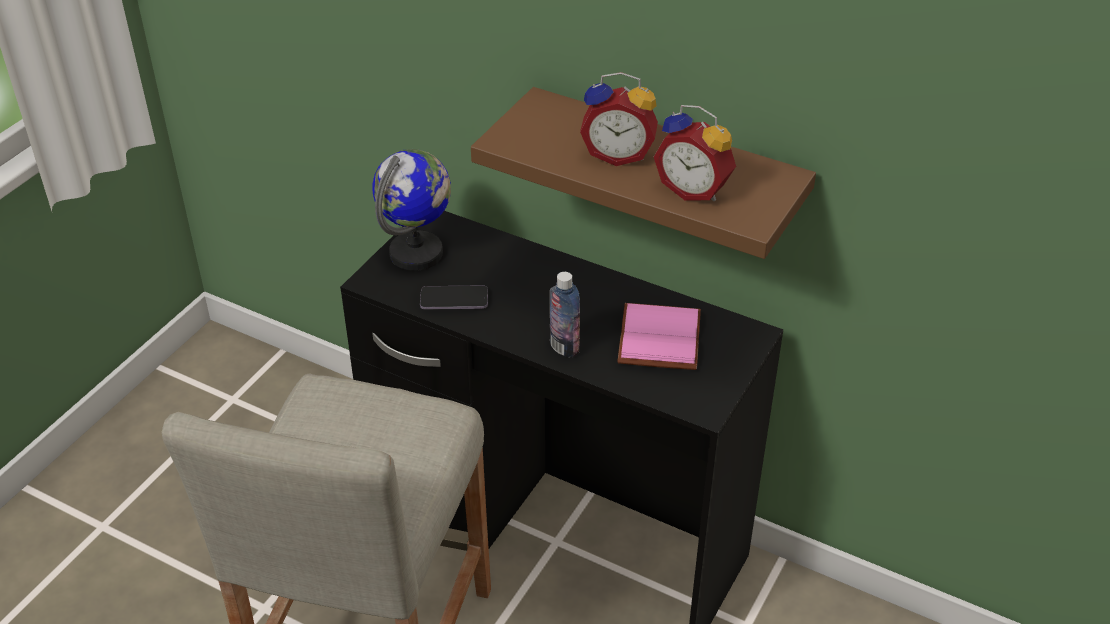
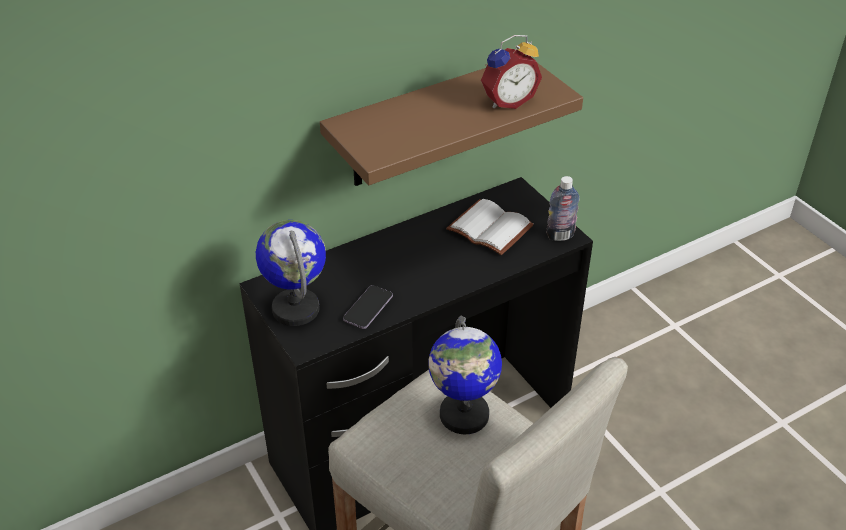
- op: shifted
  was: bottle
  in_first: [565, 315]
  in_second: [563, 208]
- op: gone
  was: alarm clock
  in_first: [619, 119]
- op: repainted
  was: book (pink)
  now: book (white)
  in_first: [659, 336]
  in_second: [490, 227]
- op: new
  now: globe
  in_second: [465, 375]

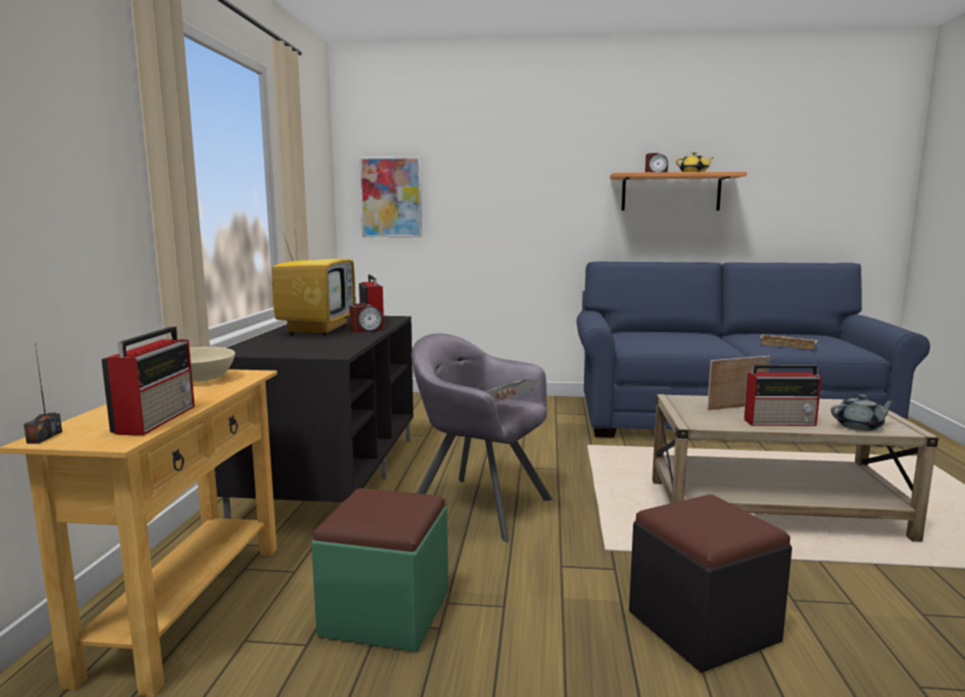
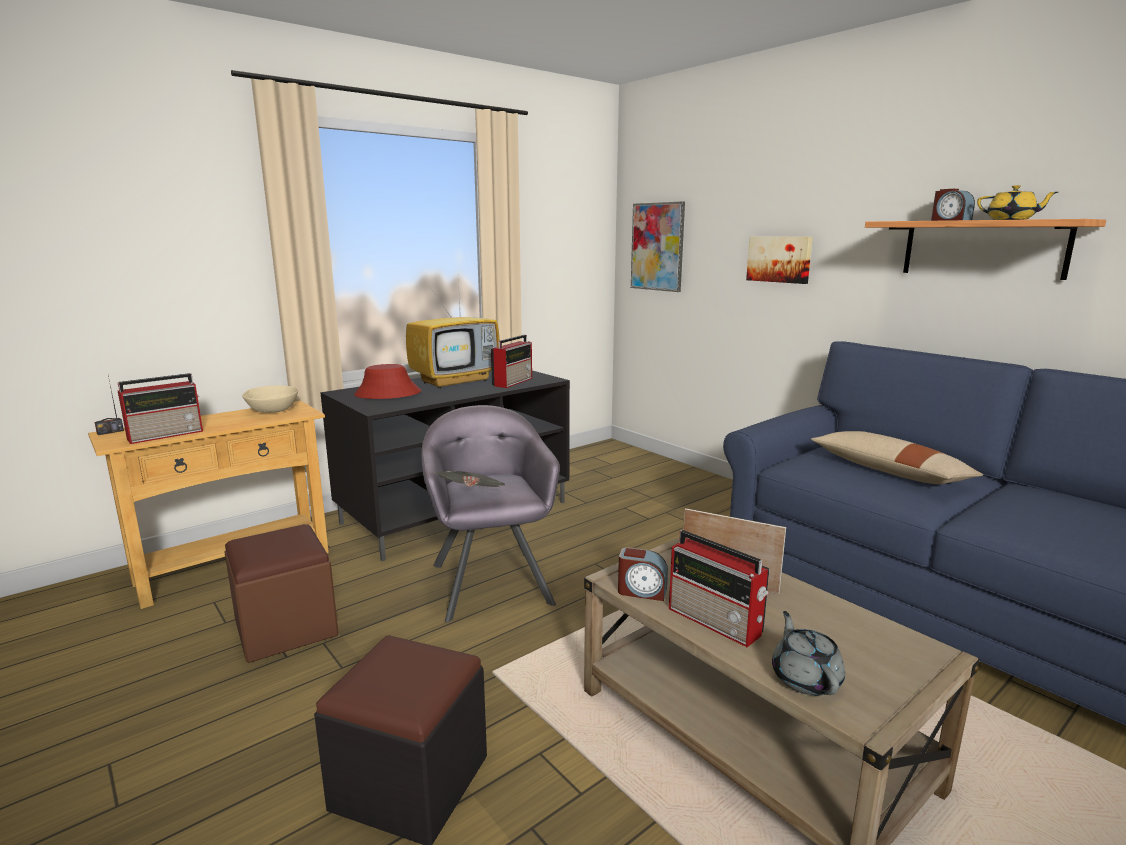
- op: repainted
  was: ottoman (green)
  now: ottoman (brown)
  in_first: [379, 570]
  in_second: [282, 593]
- op: shifted
  was: alarm clock
  in_first: [366, 318]
  in_second: [643, 574]
- op: gone
  was: tray (beige)
  in_first: [788, 341]
- op: rotated
  was: teapot (grey)
  in_first: [863, 412]
  in_second: [808, 653]
  clockwise: -135
- op: new
  now: hat (red)
  in_second: [387, 381]
- op: new
  now: picture
  in_second: [779, 260]
- op: new
  now: pillow (beige)
  in_second: [897, 457]

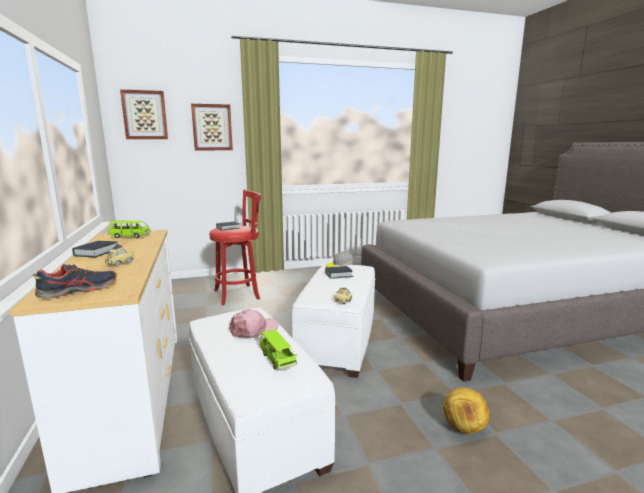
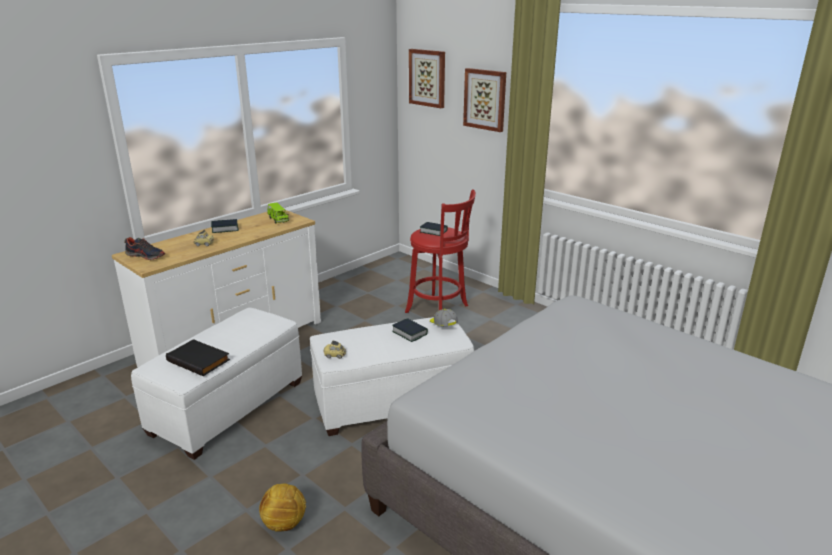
- op: gone
  was: cap (pink)
  in_first: [253, 323]
- op: swapped
  was: toy car (green)
  now: book (black)
  in_first: [278, 349]
  in_second: [198, 357]

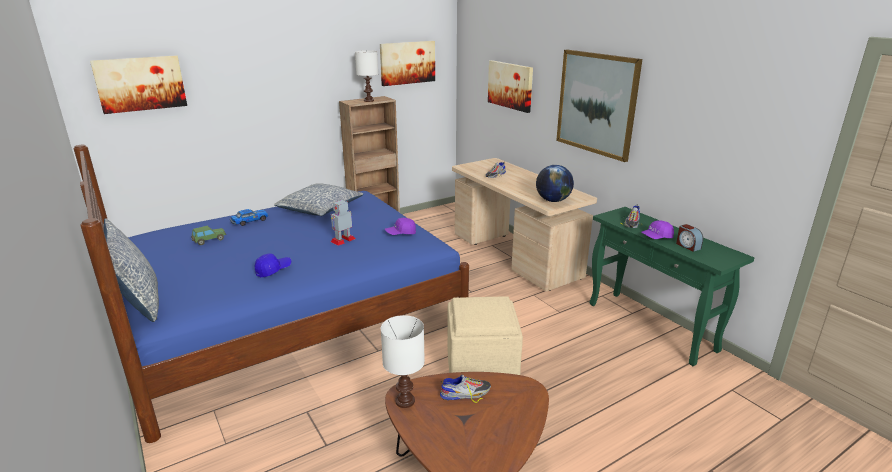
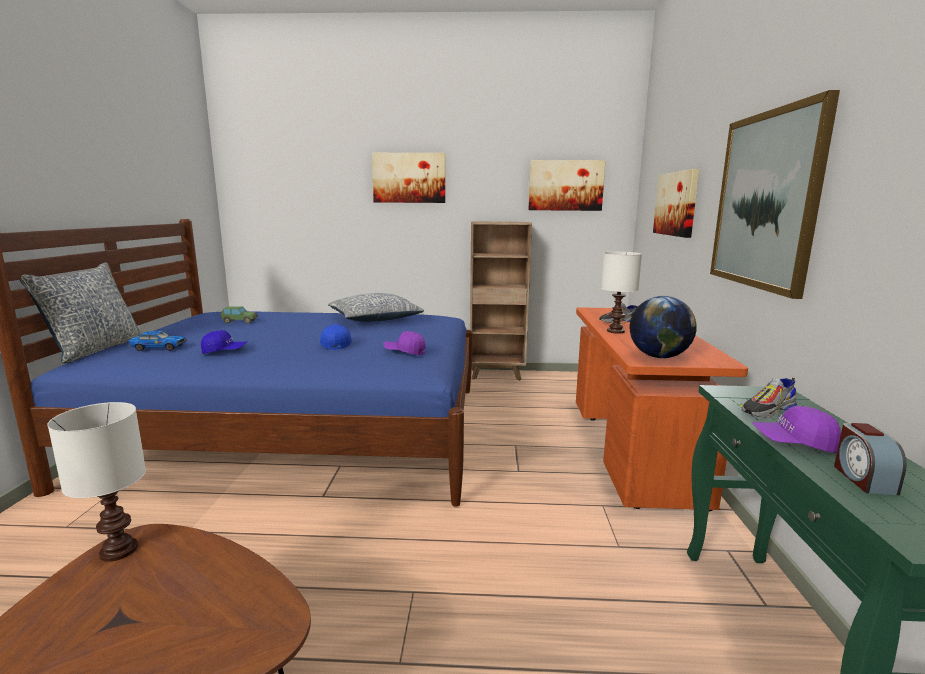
- op: shifted
  was: picture
  in_first: [138, 84]
  in_second: [408, 178]
- op: shifted
  was: toy car
  in_first: [249, 217]
  in_second: [157, 341]
- op: swapped
  was: toy robot
  now: cap (blue)
  in_first: [343, 223]
  in_second: [336, 337]
- op: shifted
  was: table lamp (white)
  in_first: [366, 76]
  in_second: [621, 293]
- op: gone
  was: shoe
  in_first: [465, 388]
- op: gone
  was: ottoman (beige)
  in_first: [485, 335]
- op: repainted
  was: desk (beige)
  now: desk (orange)
  in_first: [524, 224]
  in_second: [662, 409]

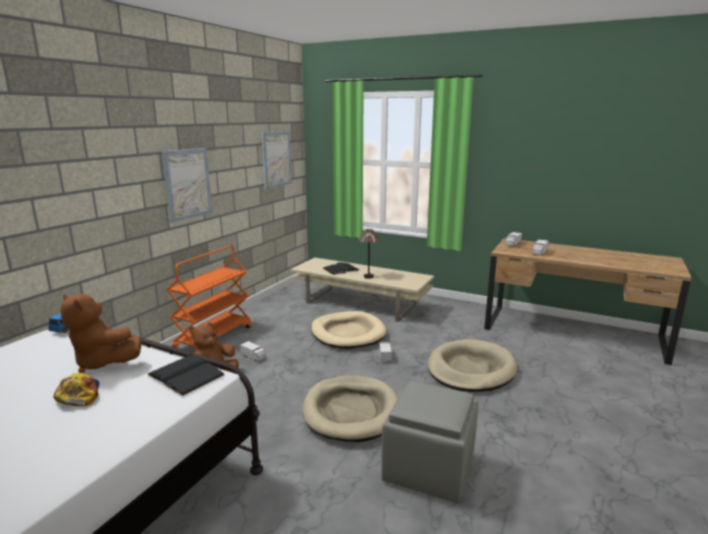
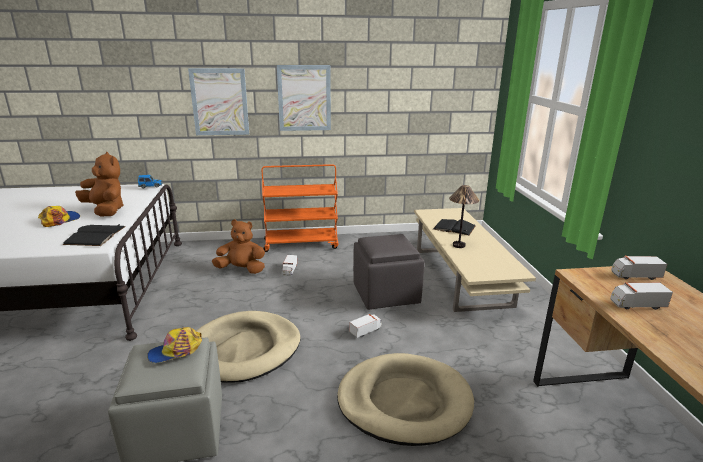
- op: rotated
  was: plush toy (brown)
  in_first: [100, 333]
  in_second: [99, 184]
  clockwise: 135
- op: shifted
  was: picture
  in_first: [276, 160]
  in_second: [218, 101]
- op: swapped
  was: dog bed (beige)
  now: ottoman (grey)
  in_first: [349, 330]
  in_second: [389, 272]
- op: new
  now: cap
  in_second: [174, 345]

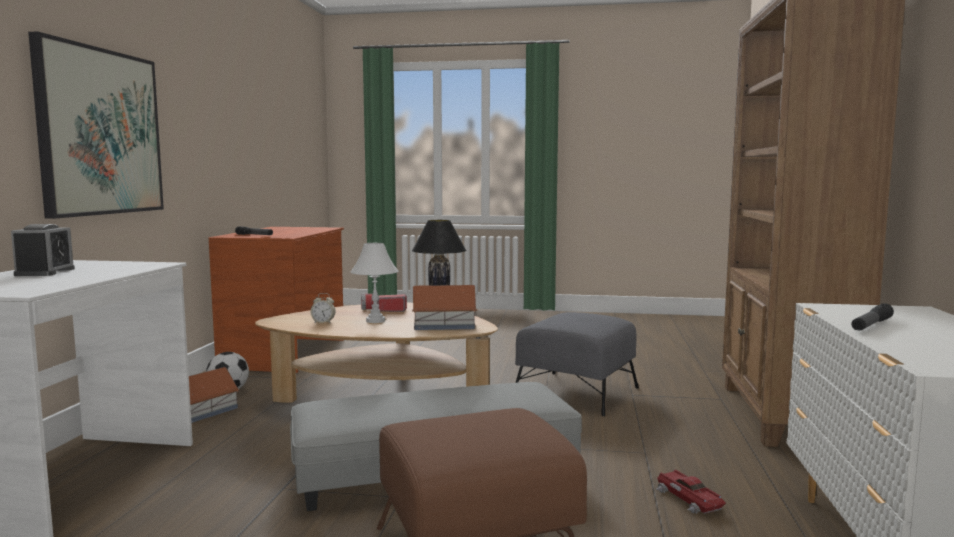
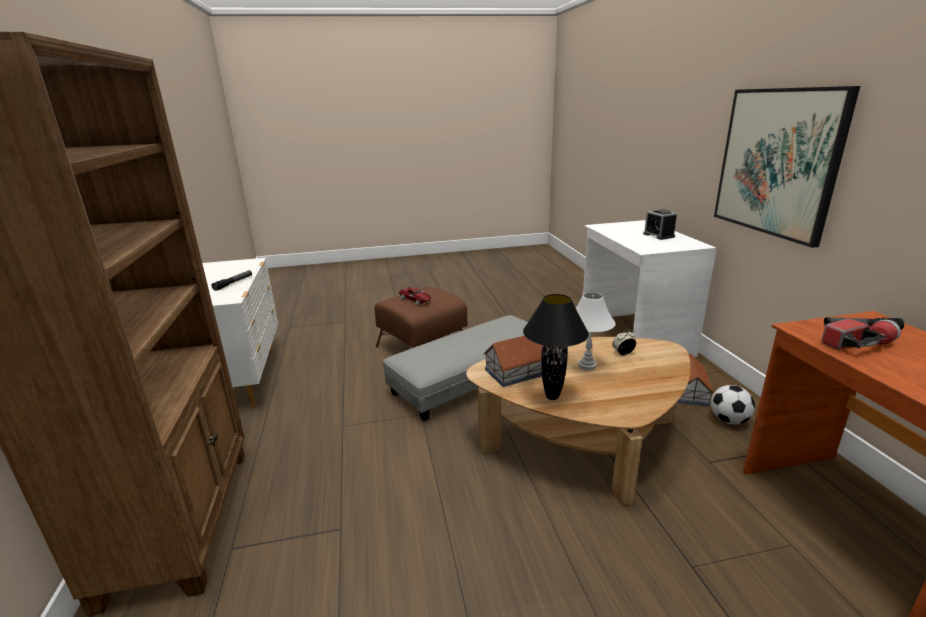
- op: shifted
  was: flashlight
  in_first: [384, 302]
  in_second: [861, 334]
- op: gone
  was: ottoman (grey)
  in_first: [577, 364]
- op: shifted
  was: toy car
  in_first: [690, 491]
  in_second: [415, 296]

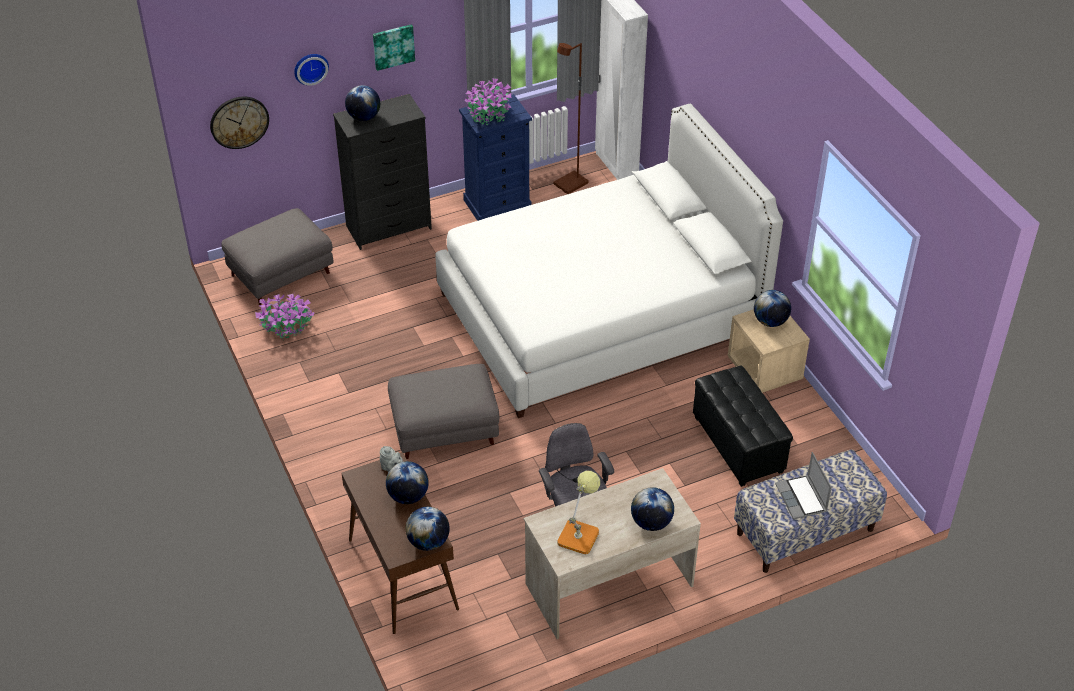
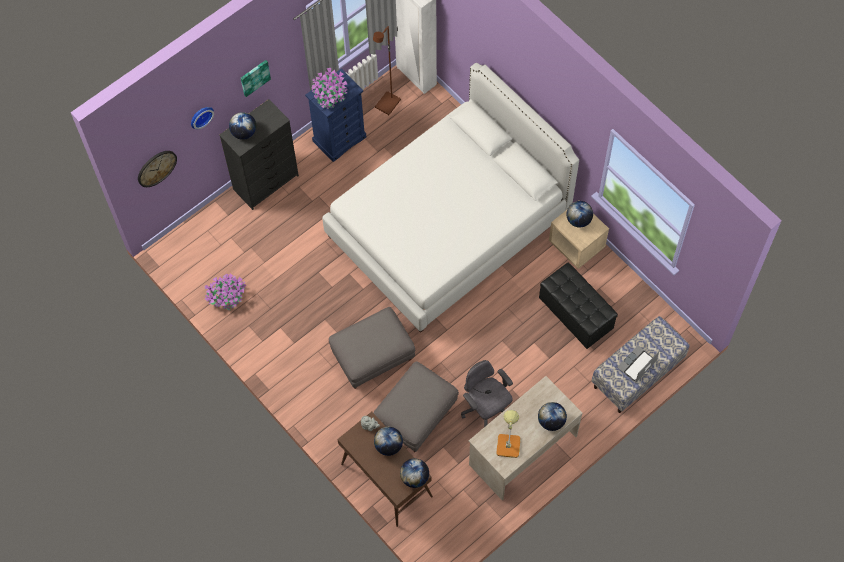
- op: shifted
  was: ottoman (grey)
  in_first: [277, 256]
  in_second: [416, 406]
- op: rotated
  was: laptop
  in_first: [803, 485]
  in_second: [638, 364]
  clockwise: 75

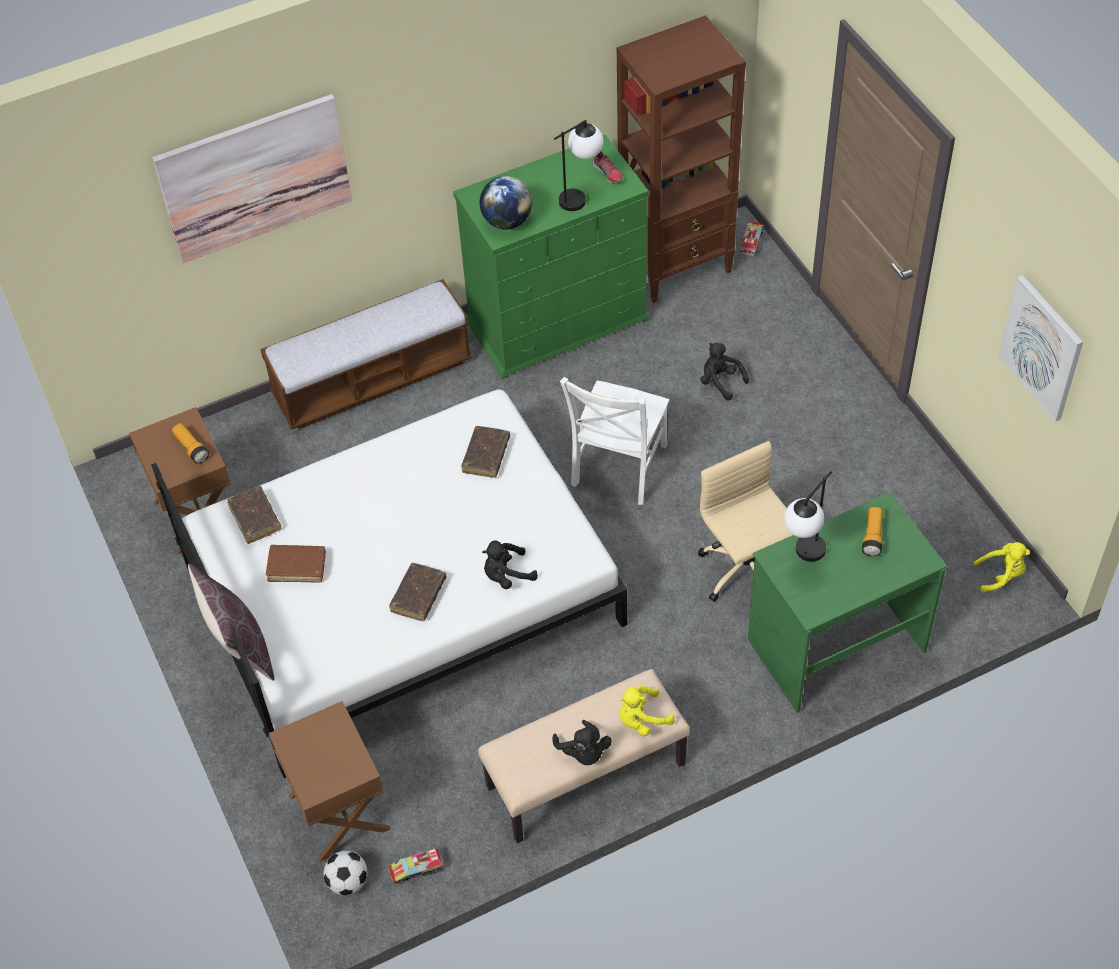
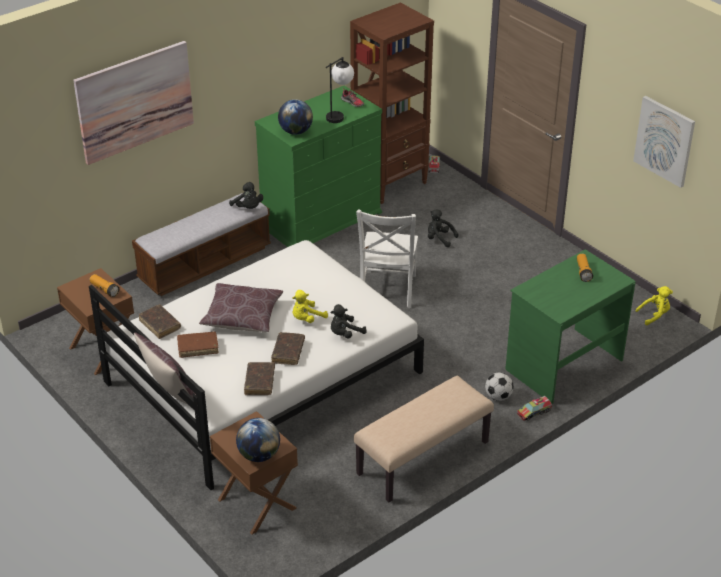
- op: shifted
  was: football
  in_first: [345, 873]
  in_second: [499, 387]
- op: shifted
  was: toy truck
  in_first: [416, 866]
  in_second: [534, 408]
- op: shifted
  was: book (brown)
  in_first: [485, 452]
  in_second: [259, 378]
- op: shifted
  was: plush toy (black)
  in_first: [582, 742]
  in_second: [246, 195]
- op: shifted
  was: plush toy (yellow)
  in_first: [647, 711]
  in_second: [310, 306]
- op: gone
  was: office chair (beige)
  in_first: [745, 521]
- op: gone
  was: table lamp
  in_first: [808, 516]
- op: new
  now: pillow (brown)
  in_second: [241, 307]
- op: new
  now: globe
  in_second: [258, 440]

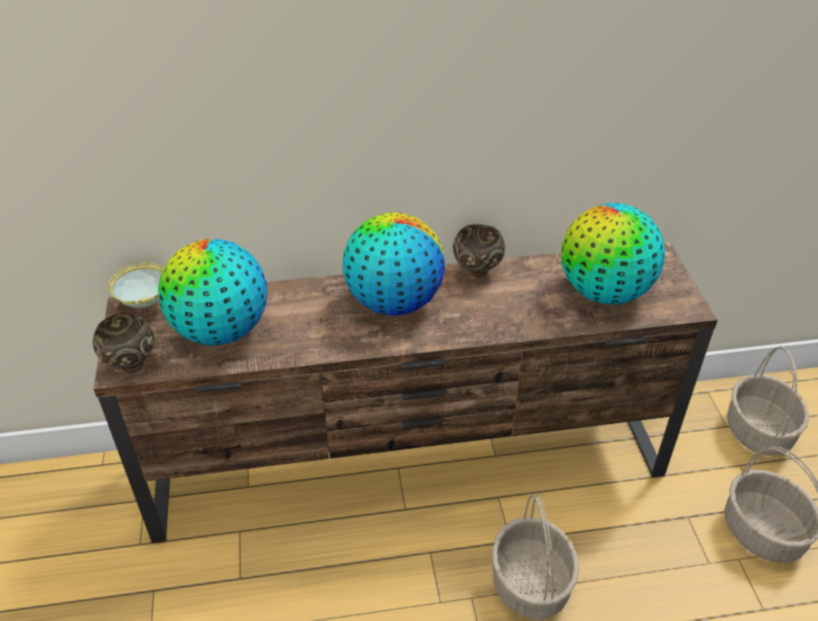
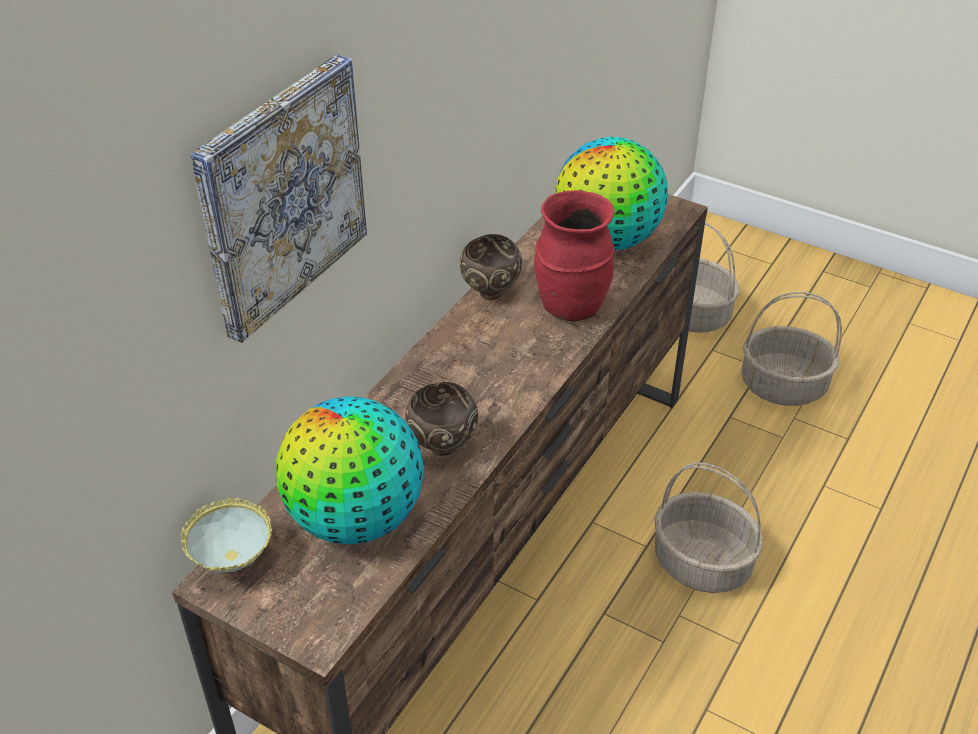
- op: shifted
  was: bowl (brown)
  in_first: [123, 343]
  in_second: [441, 419]
- op: gone
  was: globe
  in_first: [394, 264]
- op: new
  now: picture
  in_second: [278, 198]
- op: new
  now: vase (red)
  in_second: [574, 256]

